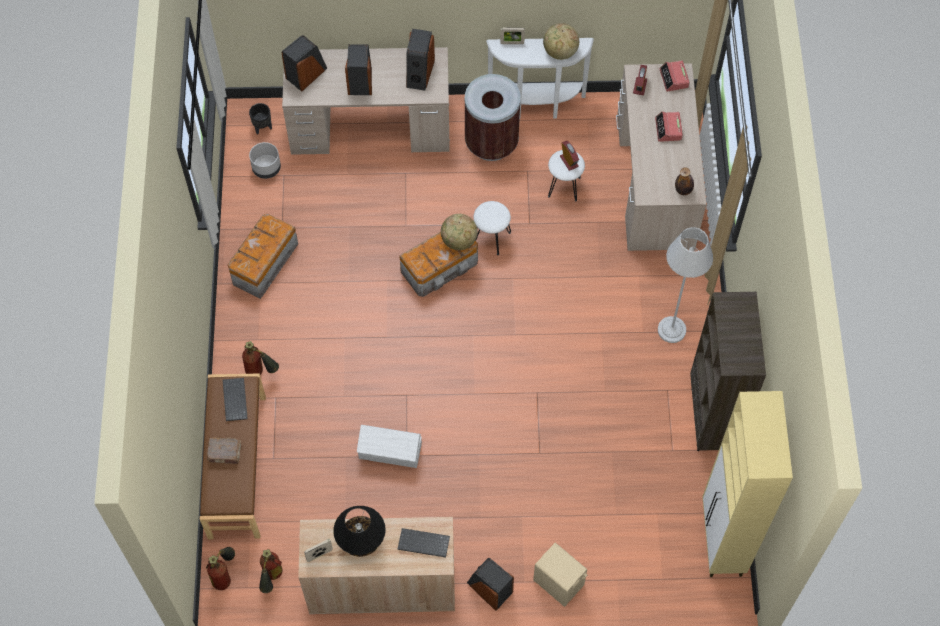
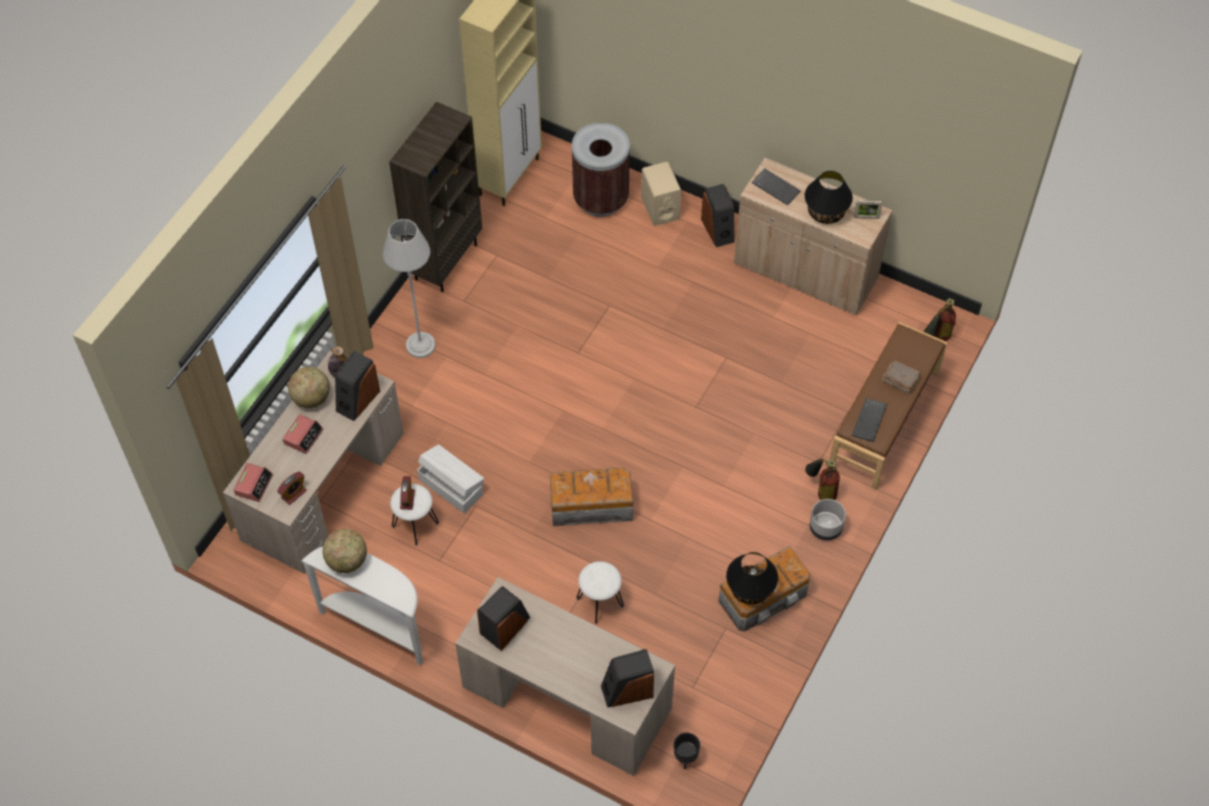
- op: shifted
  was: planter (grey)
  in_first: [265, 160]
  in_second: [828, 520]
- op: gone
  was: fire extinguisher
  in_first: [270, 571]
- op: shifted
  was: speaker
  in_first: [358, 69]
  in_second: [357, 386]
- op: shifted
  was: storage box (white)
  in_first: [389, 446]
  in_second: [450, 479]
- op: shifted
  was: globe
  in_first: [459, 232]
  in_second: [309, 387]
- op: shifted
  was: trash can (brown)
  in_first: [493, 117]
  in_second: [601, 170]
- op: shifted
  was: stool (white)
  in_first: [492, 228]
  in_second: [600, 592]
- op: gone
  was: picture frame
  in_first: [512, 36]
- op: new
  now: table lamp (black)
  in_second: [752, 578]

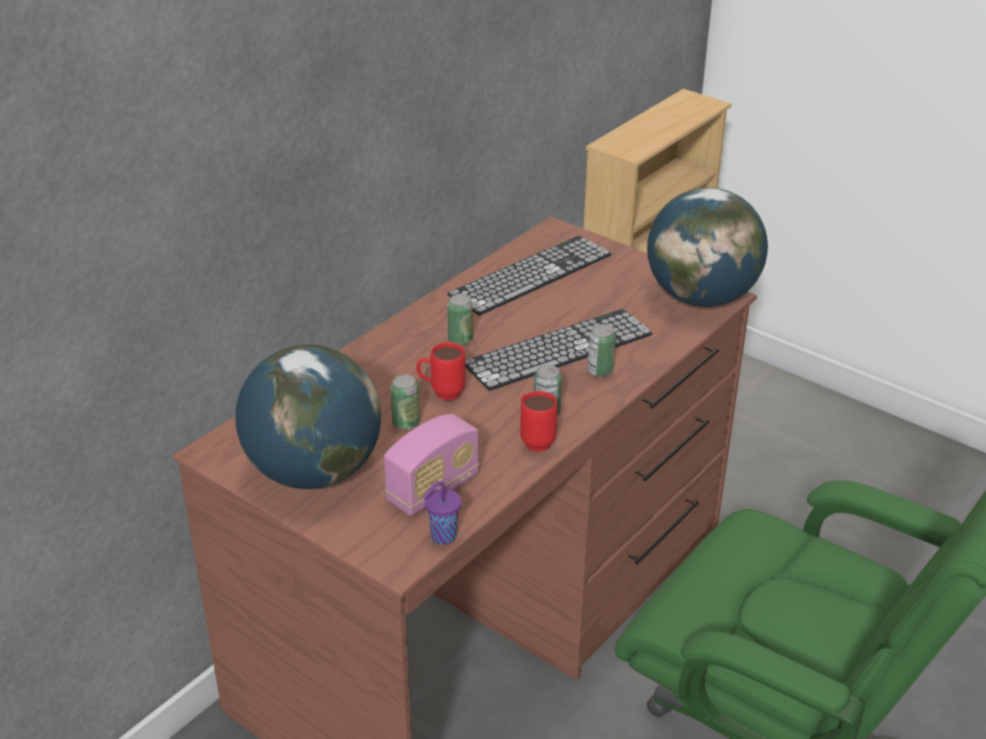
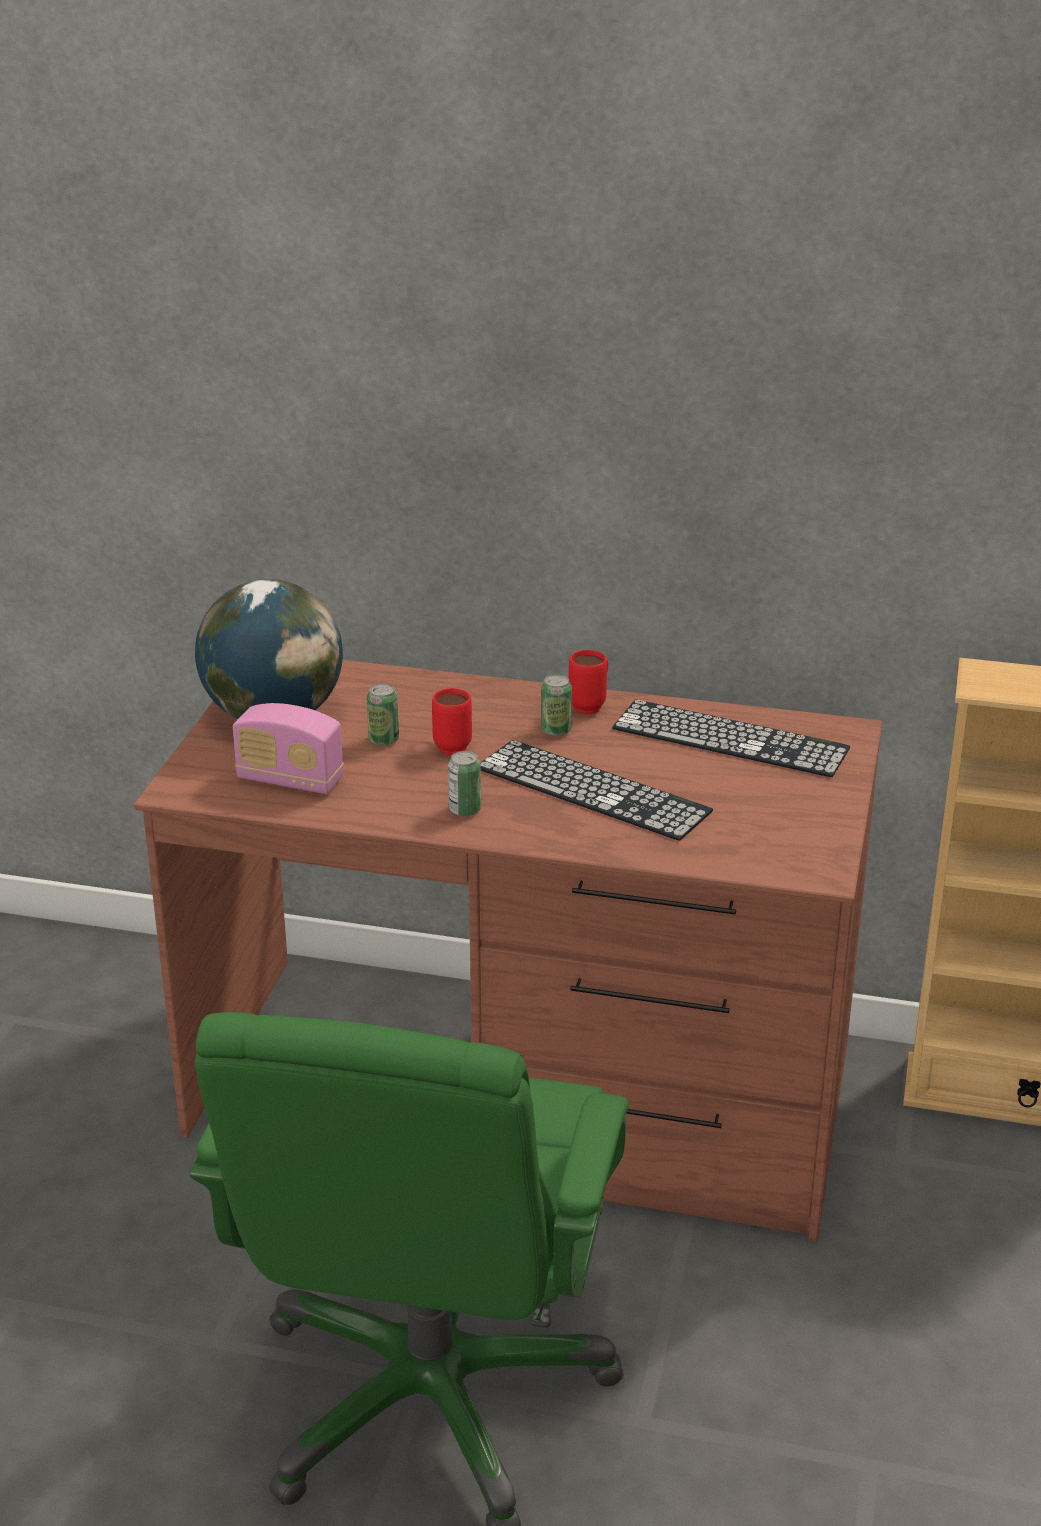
- op: gone
  was: cup (purple)
  in_first: [442, 513]
- op: shifted
  was: mug (red)
  in_first: [539, 421]
  in_second: [588, 682]
- op: gone
  was: can
  in_first: [601, 350]
- op: gone
  was: globe
  in_first: [707, 247]

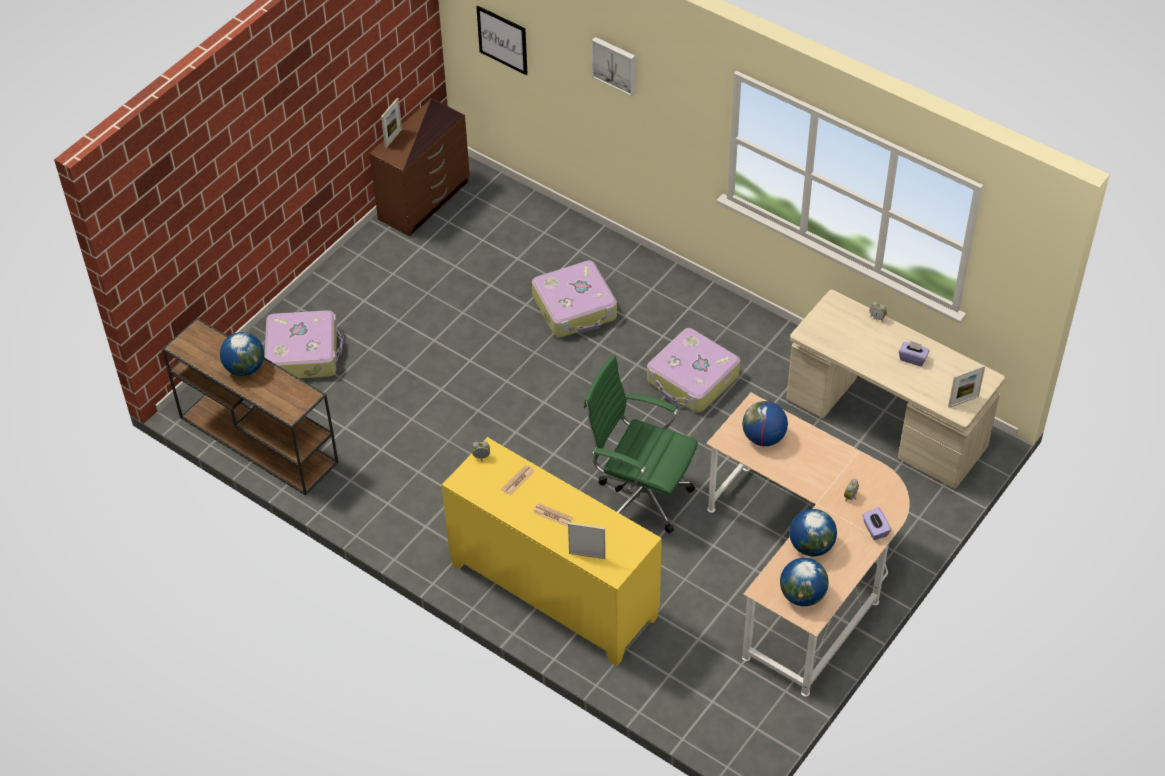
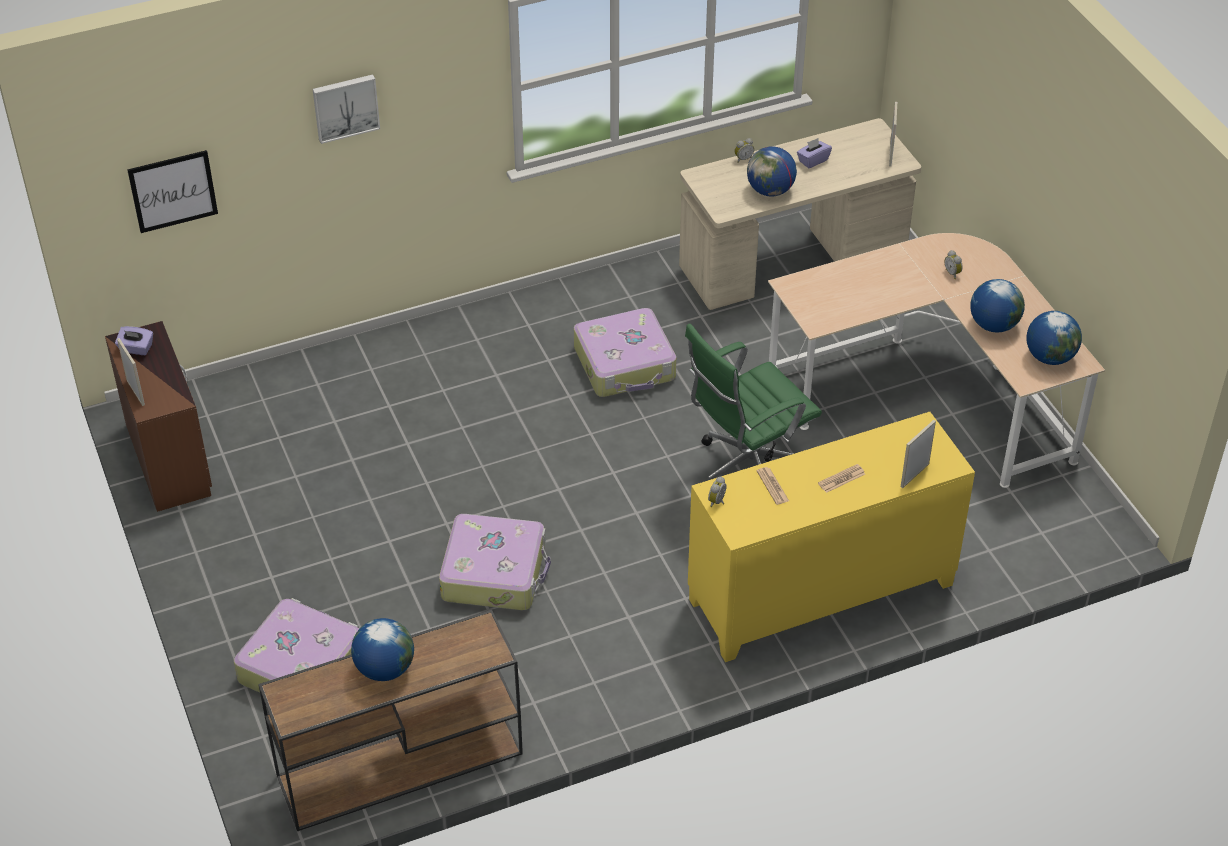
- op: shifted
  was: suitcase
  in_first: [574, 299]
  in_second: [495, 562]
- op: shifted
  was: globe
  in_first: [765, 423]
  in_second: [772, 171]
- op: shifted
  was: tissue box (purple)
  in_first: [876, 523]
  in_second: [134, 340]

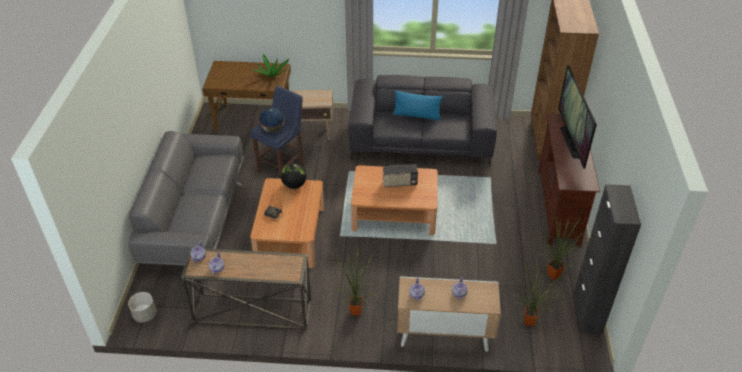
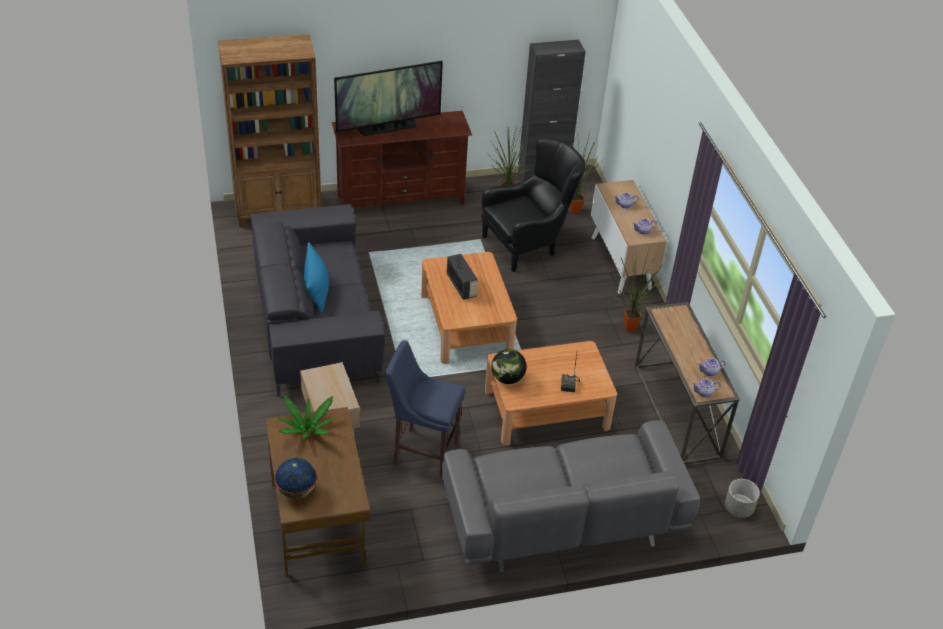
- op: shifted
  was: globe
  in_first: [272, 120]
  in_second: [295, 478]
- op: new
  now: armchair (black)
  in_second: [533, 204]

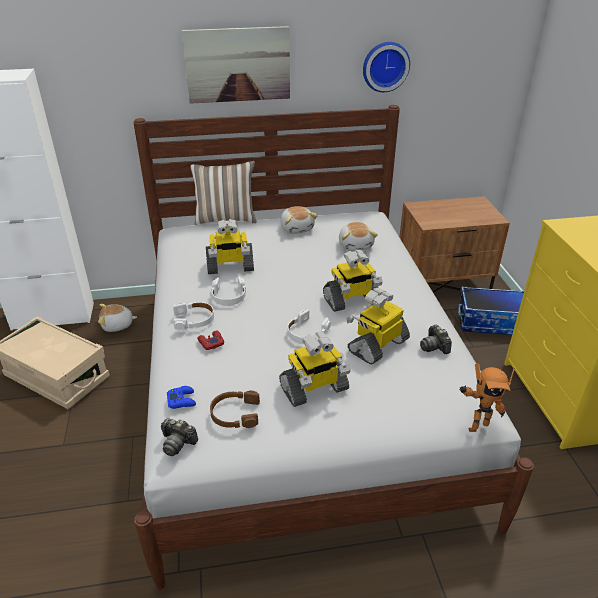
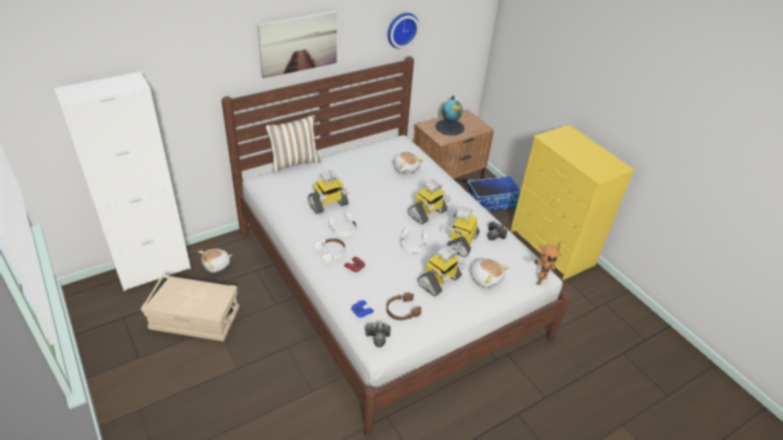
- op: shifted
  was: plush toy
  in_first: [299, 220]
  in_second: [490, 273]
- op: new
  now: globe
  in_second: [449, 115]

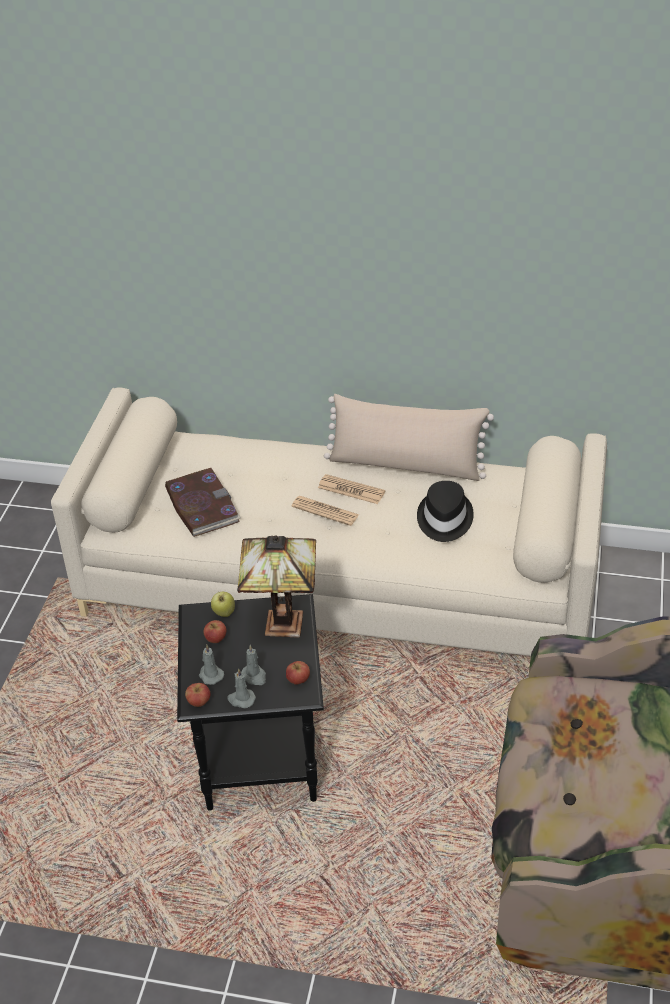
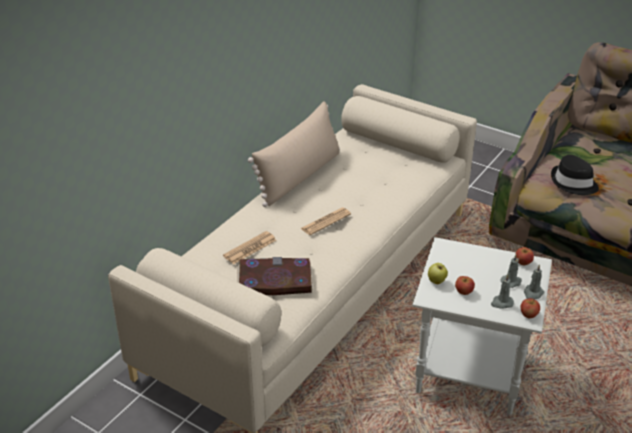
- op: repainted
  was: side table (black)
  now: side table (white)
  in_first: [250, 702]
  in_second: [482, 326]
- op: gone
  was: table lamp
  in_first: [276, 586]
- op: shifted
  was: newspaper
  in_first: [351, 489]
  in_second: [249, 247]
- op: shifted
  was: hat (black)
  in_first: [445, 511]
  in_second: [575, 175]

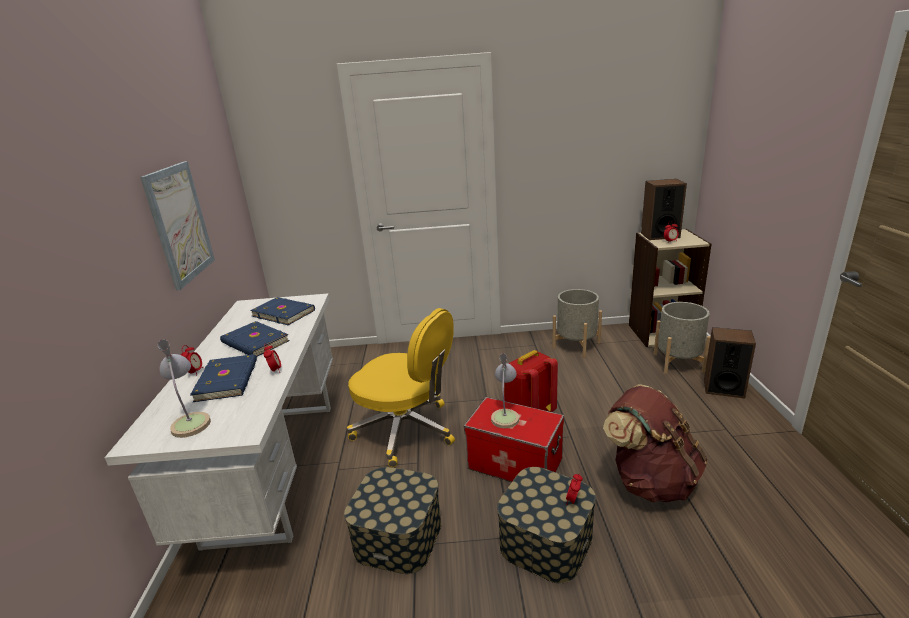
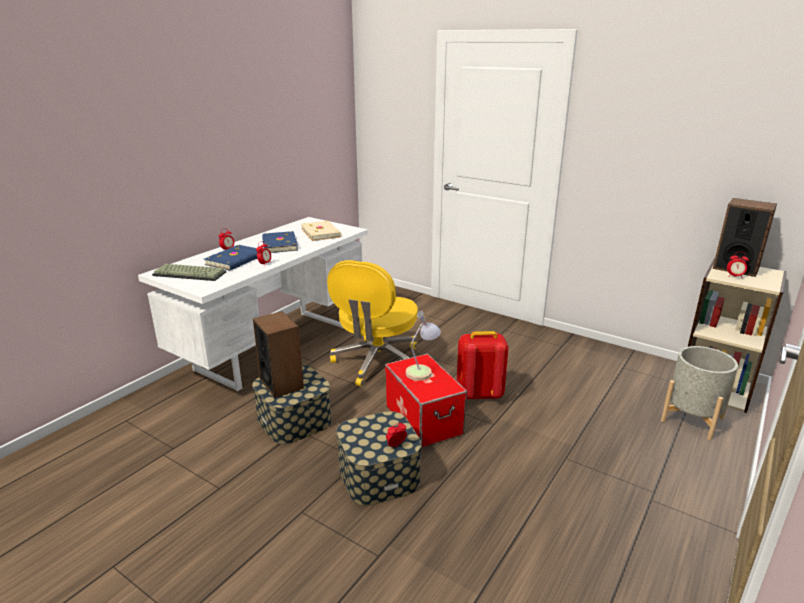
- op: gone
  was: picture
  in_first: [177, 226]
- op: swapped
  was: table lamp
  now: keyboard
  in_first: [184, 388]
  in_second: [189, 272]
- op: repainted
  was: book (blue)
  now: book (beige)
  in_first: [282, 311]
  in_second: [321, 231]
- op: rotated
  was: office chair (yellow)
  in_first: [401, 387]
  in_second: [372, 323]
  clockwise: 45
- op: gone
  was: planter (grey)
  in_first: [577, 323]
- op: gone
  was: backpack (brown)
  in_first: [655, 443]
- op: shifted
  was: speaker
  in_first: [730, 362]
  in_second: [278, 354]

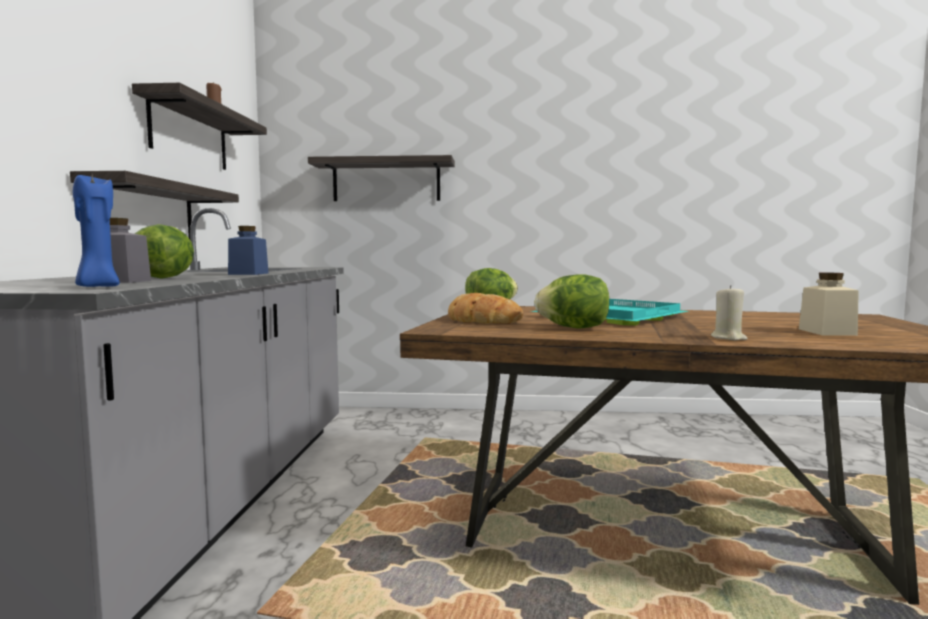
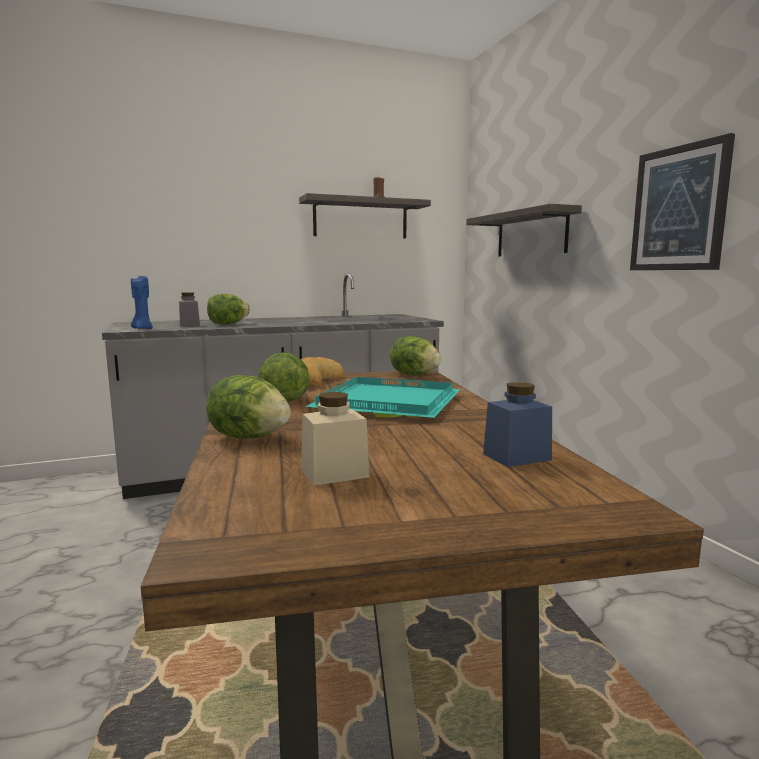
- op: gone
  was: shelf
  in_first: [154, 205]
- op: shifted
  was: jar (blue)
  in_first: [248, 250]
  in_second: [517, 424]
- op: swapped
  was: candle (beige)
  now: lettuce
  in_first: [729, 312]
  in_second: [248, 407]
- op: new
  now: picture
  in_second: [682, 201]

